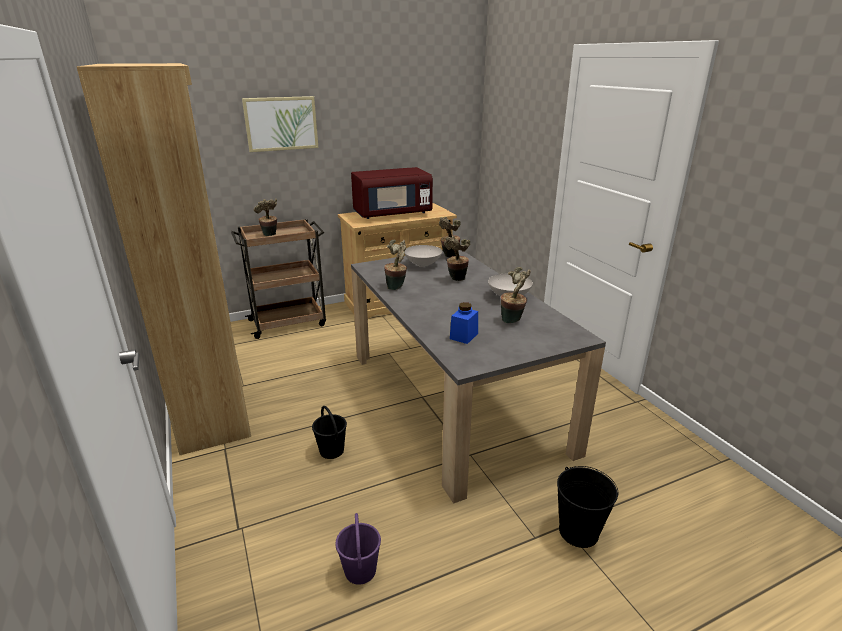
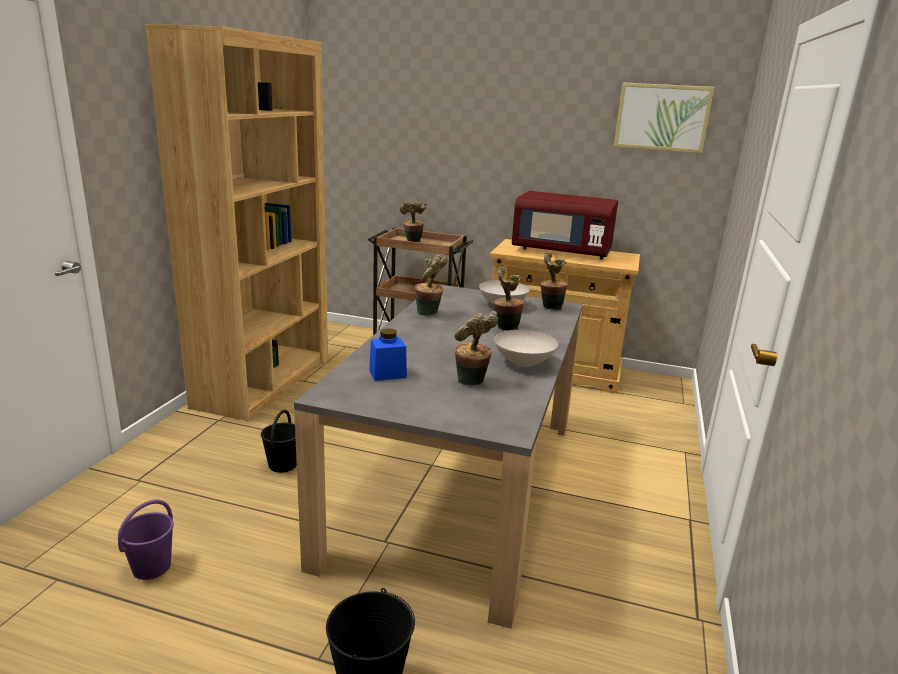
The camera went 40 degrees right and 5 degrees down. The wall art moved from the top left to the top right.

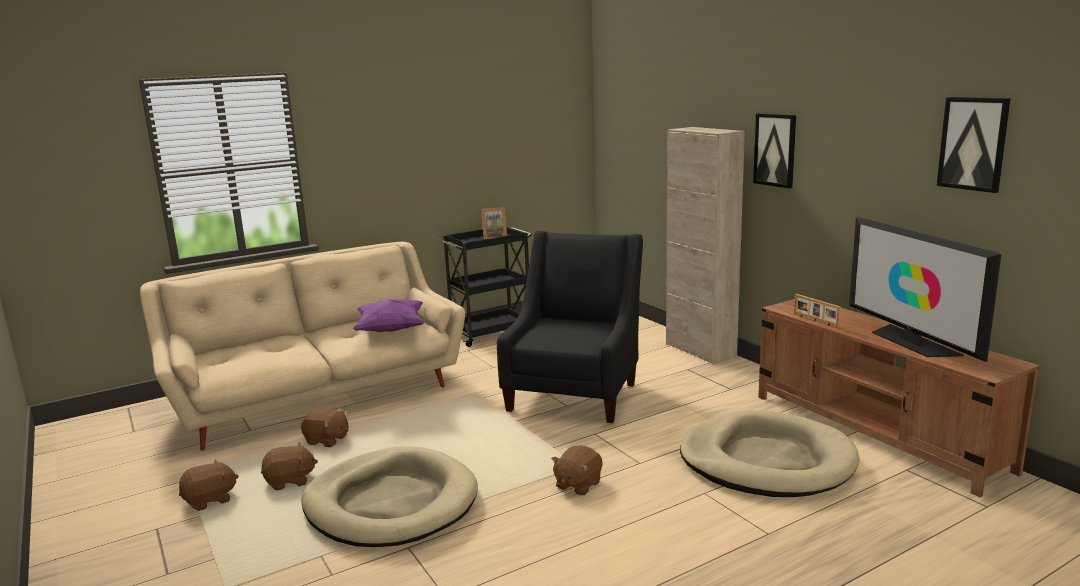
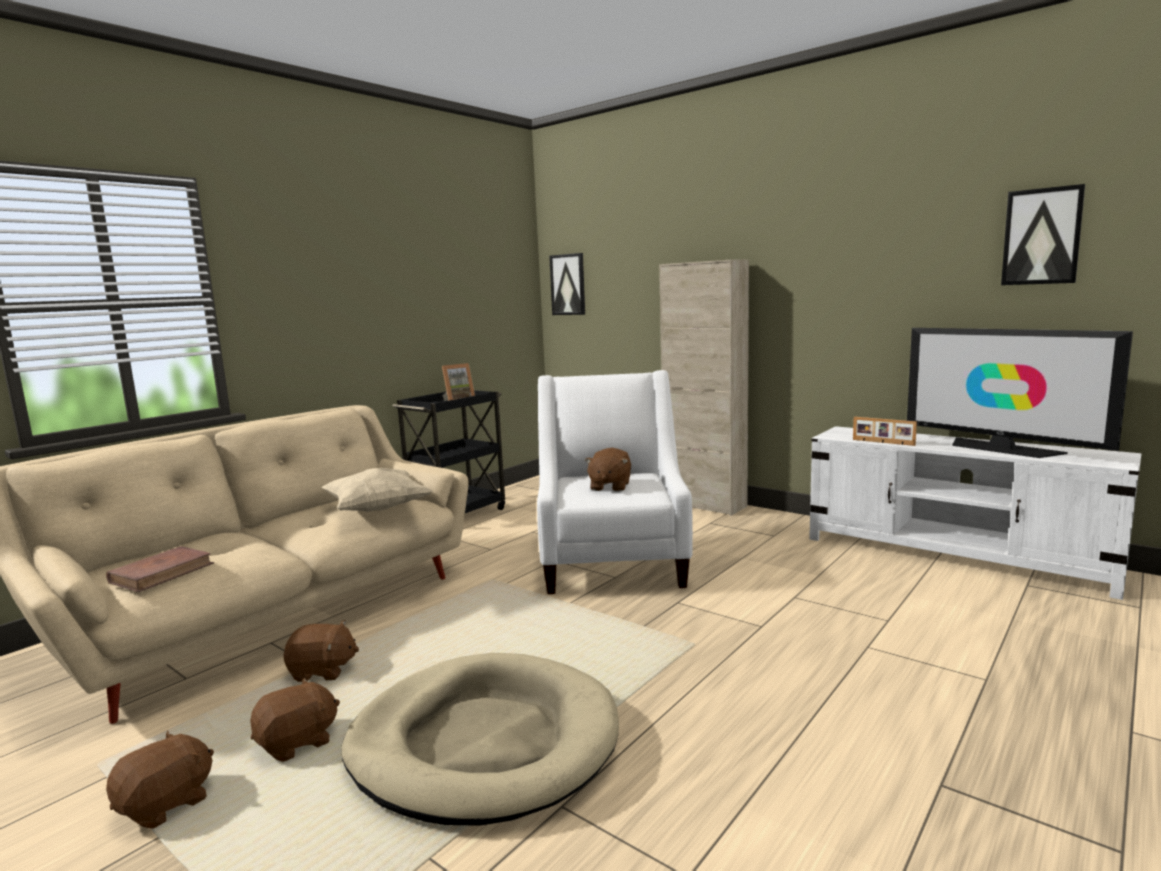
The camera went 20 degrees left and 5 degrees down. The brown bound book at the middle left appeared. The purple-coloured cushion at the centre became the sand-coloured cushion at the middle left. The blackish lounge chair at the centre became the whitish lounge chair at the centre. The wall art (1st from left) moved from the top right to the top centre. The brown cuddly toy (4th from left) moved from the bottom centre to the centre. The brown tv stand at the bottom right became the whitish tv stand at the middle right. The sand-coloured pet bed (2nd from left) at the bottom right disappeared.

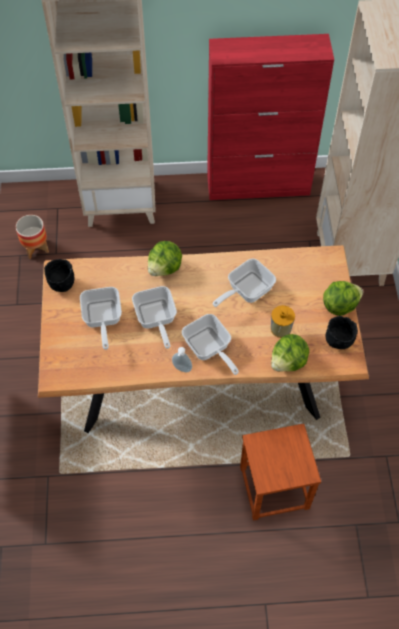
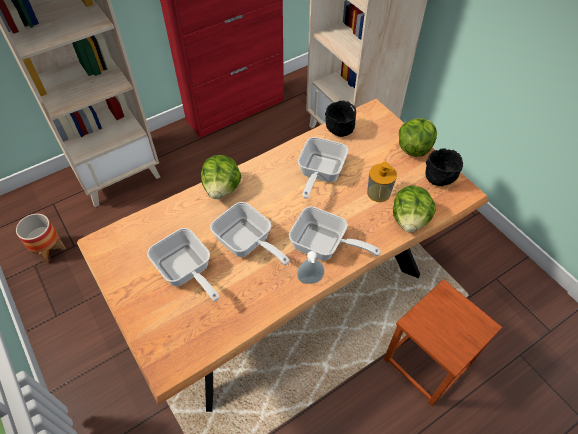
The camera went 30 degrees left and 5 degrees down. The blackish deep dish (1st from left) moved from the middle left to the top centre.

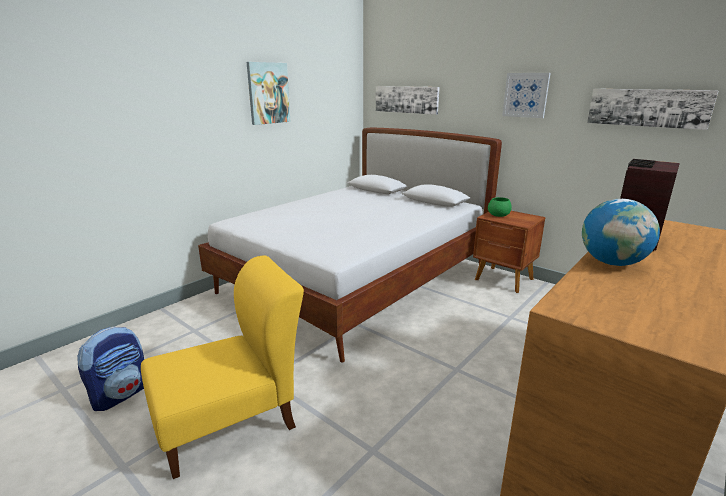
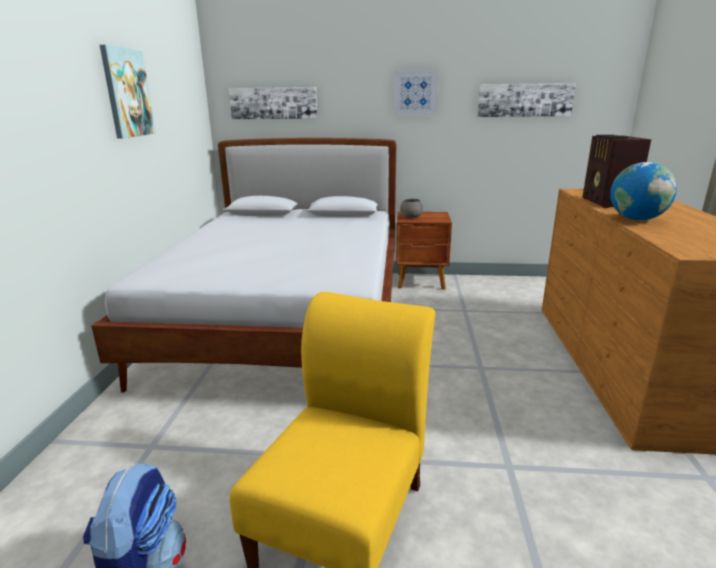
The camera went 35 degrees left and 0 degrees up. The green deep dish at the middle right became the grey deep dish at the centre.

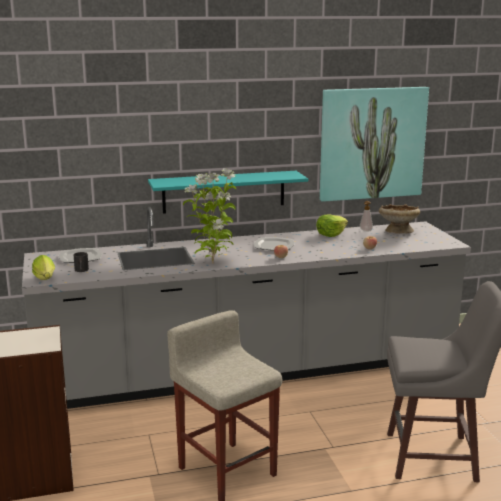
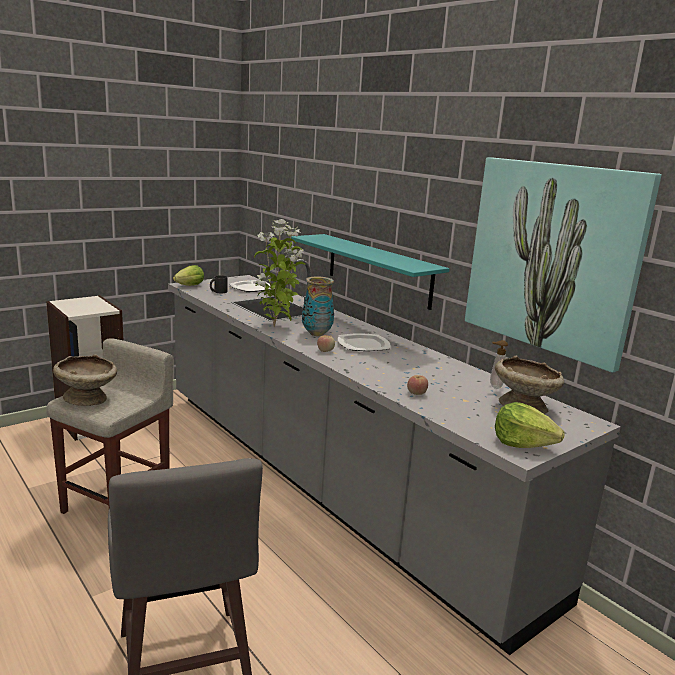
The camera went 65 degrees right and 0 degrees up. The sand-coloured deep dish (1st from left) at the middle left appeared. The vase at the centre appeared. The lettuce (2nd from left) moved from the centre to the middle right.

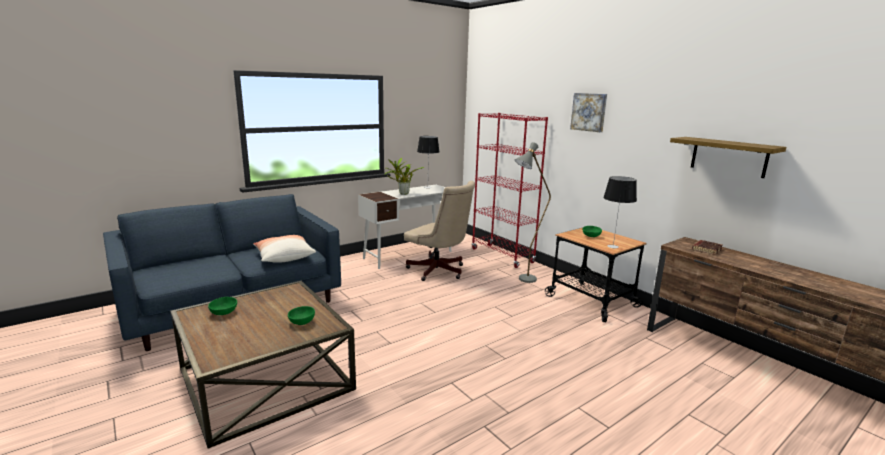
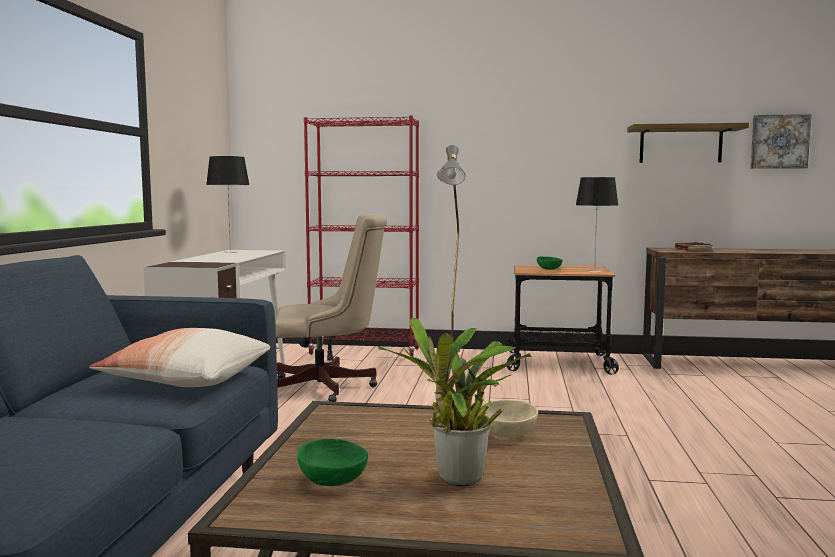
The camera went 45 degrees left and 10 degrees down. The plant in a pot moved from the centre to the bottom centre. The green deep dish (2nd from left) at the bottom centre became the sand-coloured deep dish at the bottom centre. The wall art moved from the top centre to the top right.

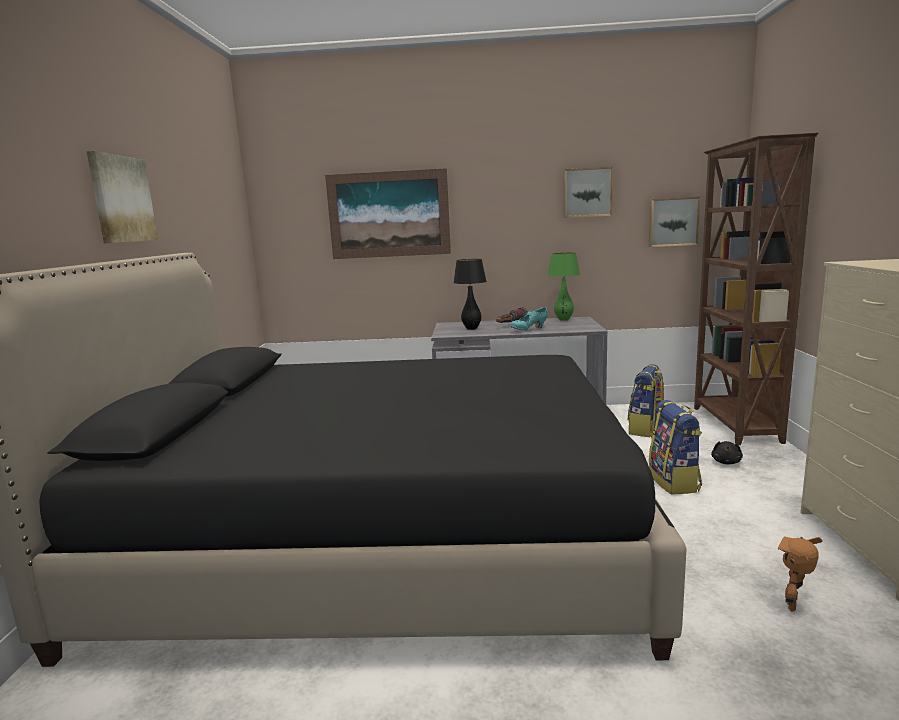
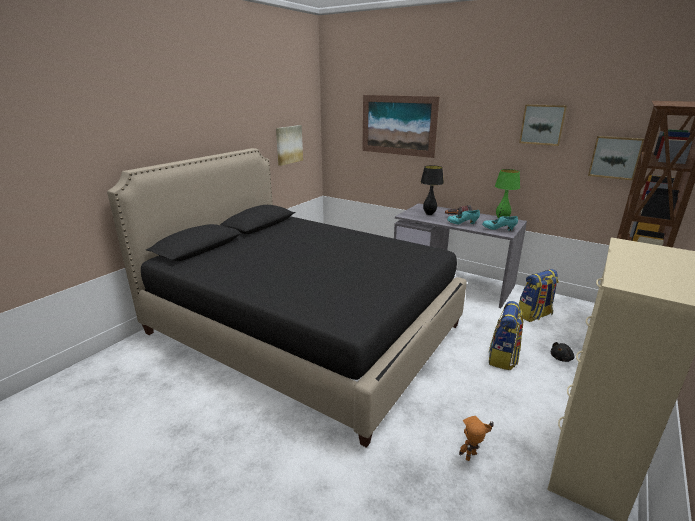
The camera went 30 degrees right and 10 degrees up. The wall art (1st from left) moved from the top left to the top centre. The blue-green shoe (2nd from left) at the middle right appeared.

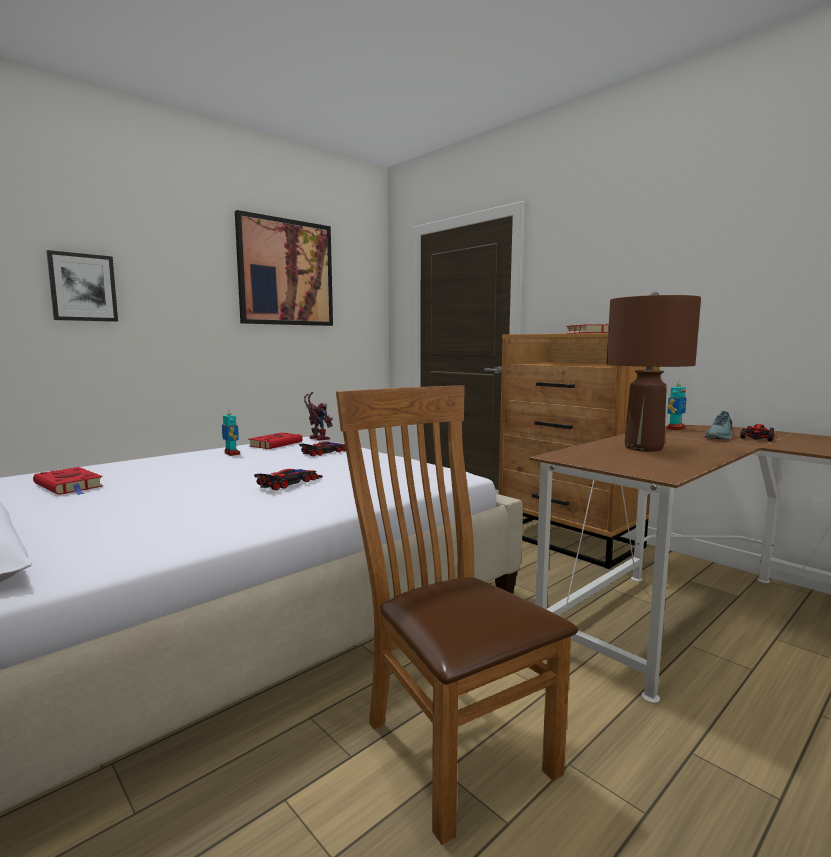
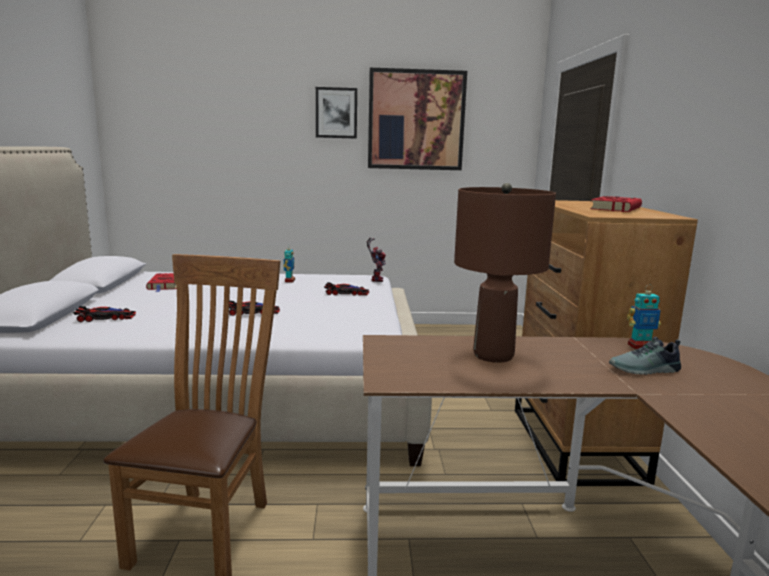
The camera went 40 degrees right and 5 degrees up. The miniature car (3rd from left in the first image) moved from the middle right to the middle left. The wall art (1st from left) moved from the middle left to the top centre. The reddish bound book (2nd from left) at the middle left disappeared.

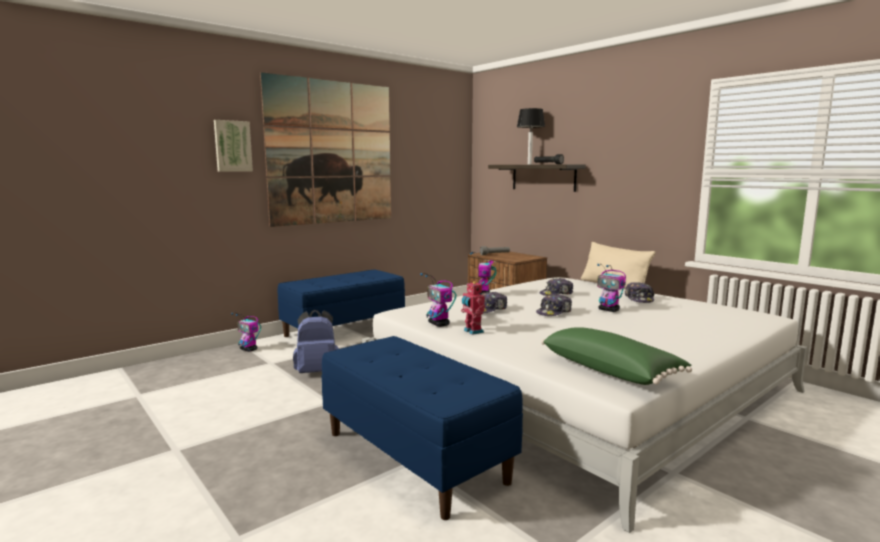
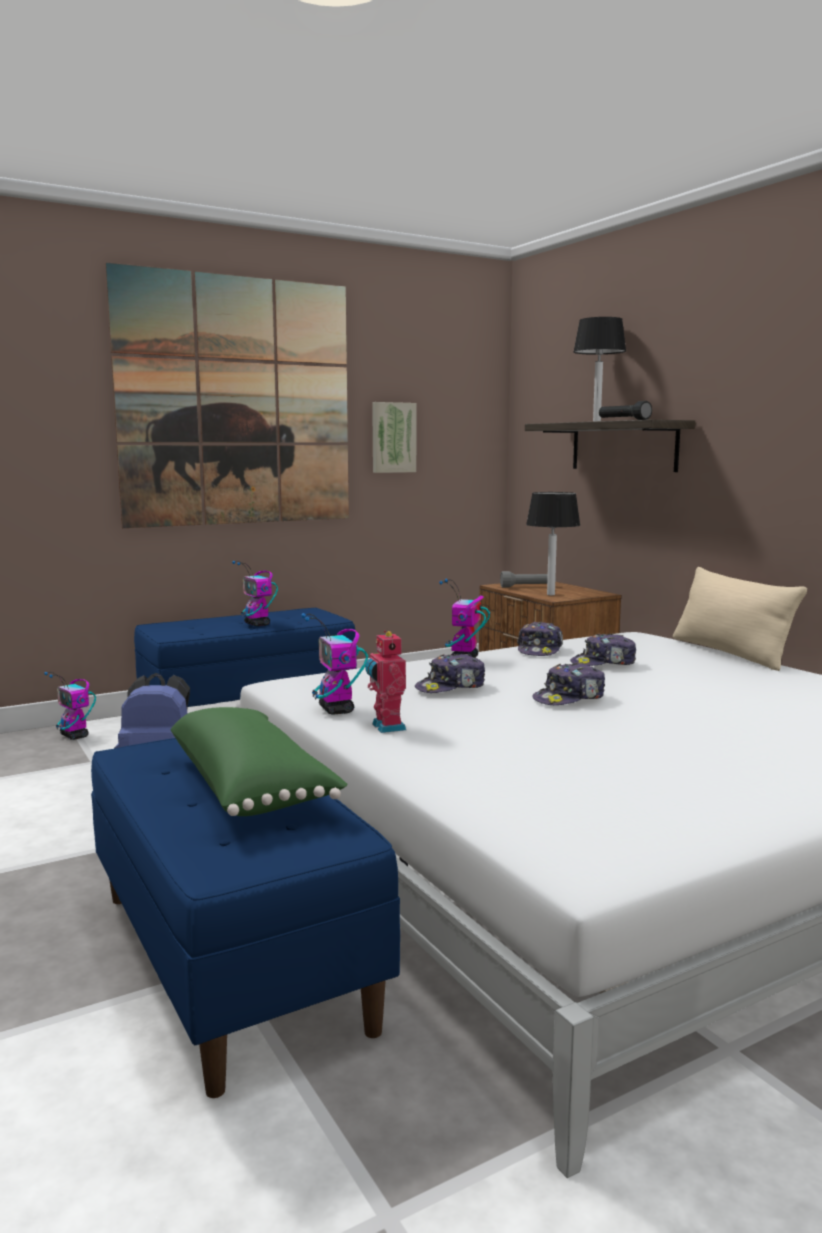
The camera went 10 degrees right and 0 degrees up. The green cushion moved from the middle right to the middle left. The toy robot (5th from left in the first image) moved from the middle right to the middle left. The wall art (1st from left in the first image) moved from the top left to the centre. The cap (4th from left in the first image) moved from the middle right to the centre. The tabletop lamp (1st from left) at the middle right appeared.

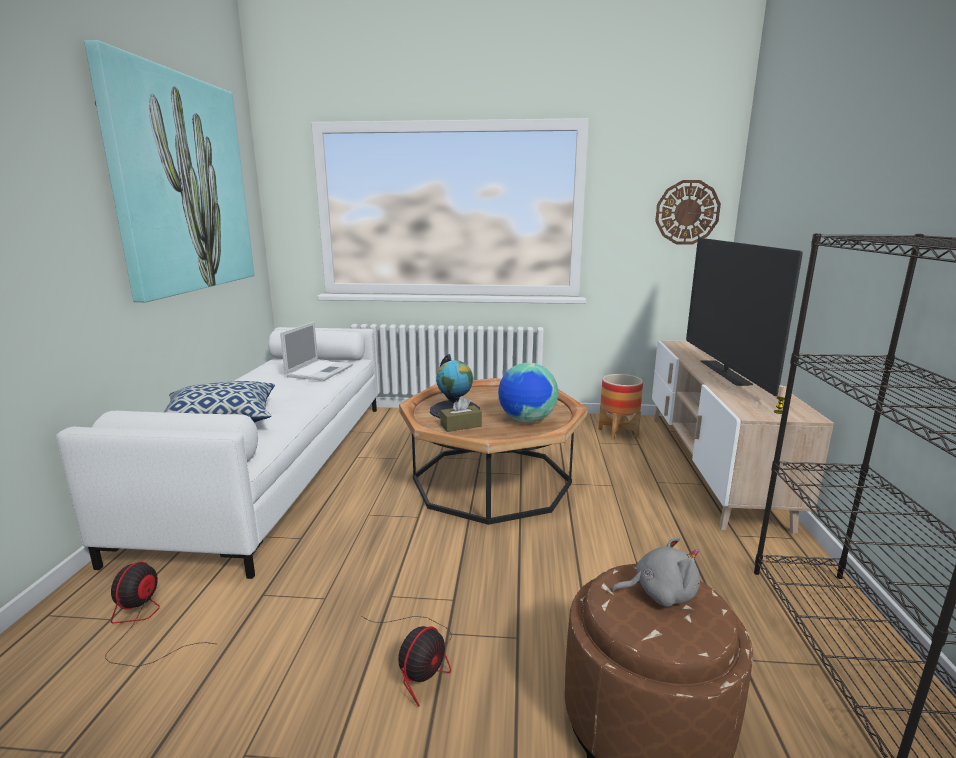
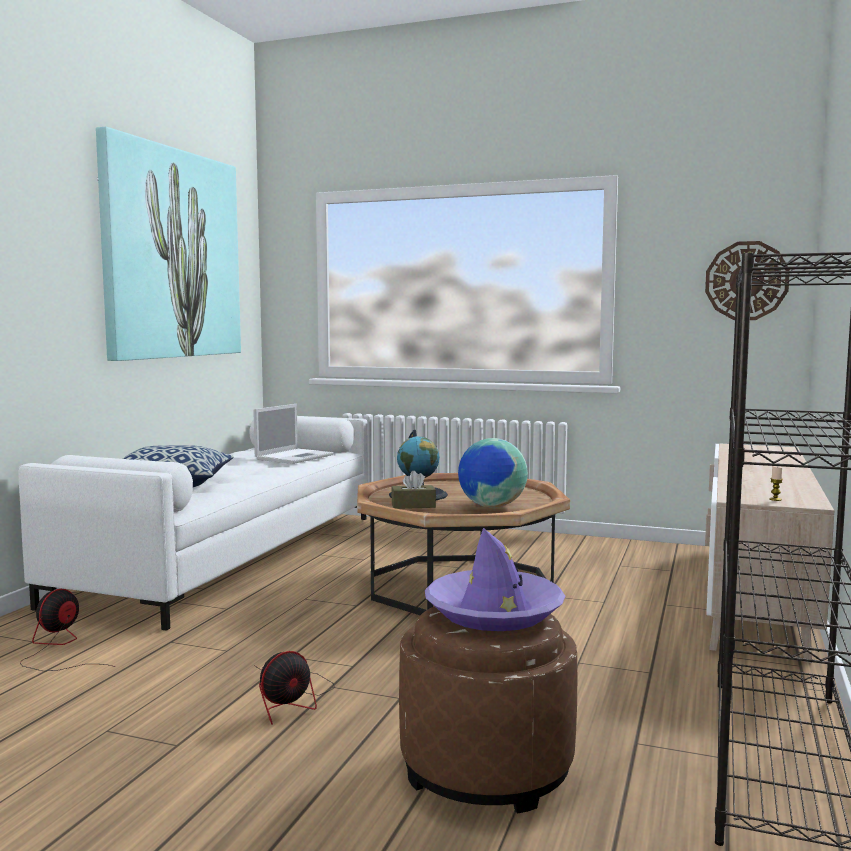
The camera went 15 degrees right and 10 degrees down. The grey cuddly toy at the bottom right was replaced by the purple-coloured wearable hat at the bottom centre. The flower pot at the centre disappeared. The TV set at the middle right disappeared.

